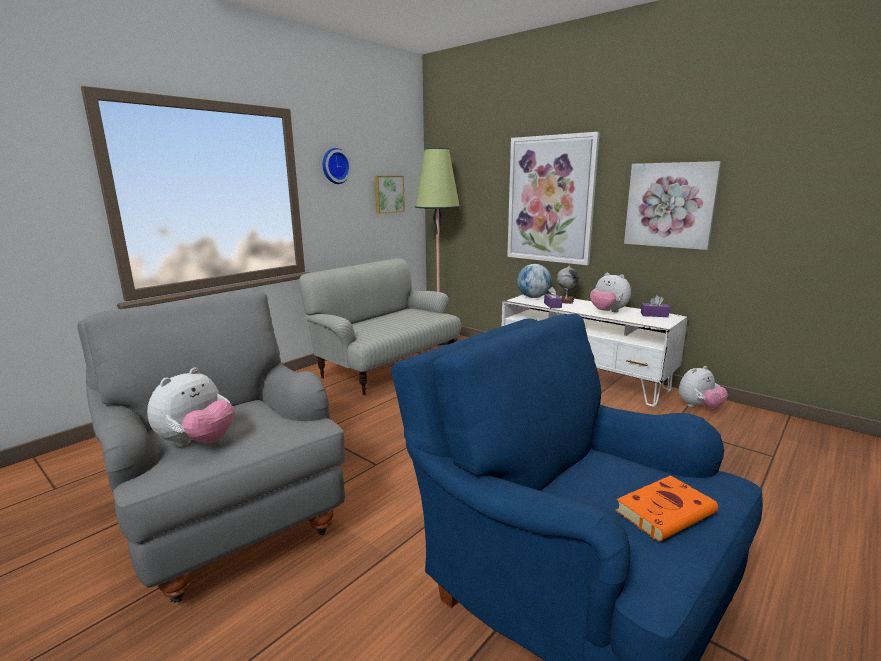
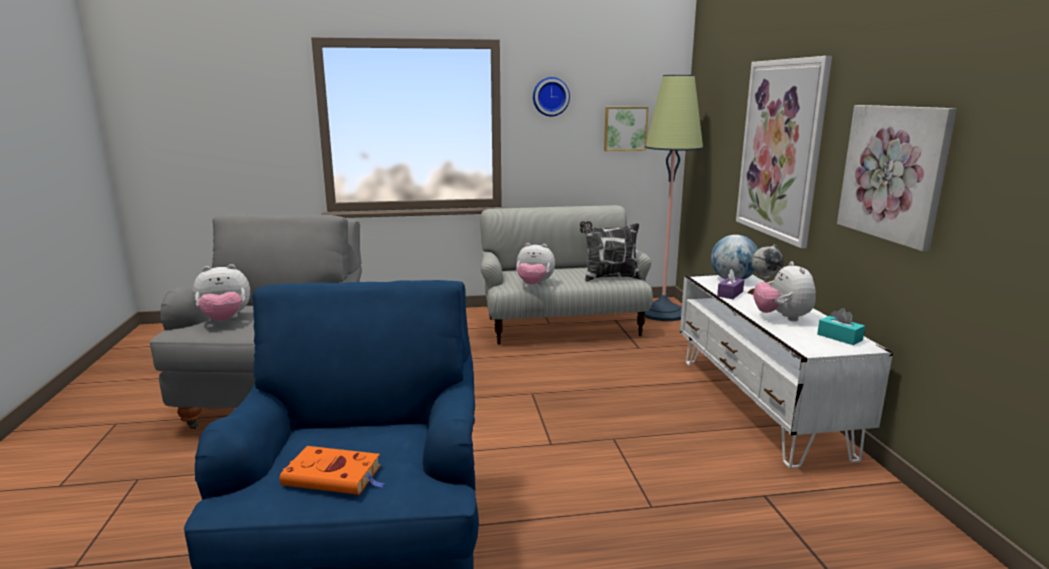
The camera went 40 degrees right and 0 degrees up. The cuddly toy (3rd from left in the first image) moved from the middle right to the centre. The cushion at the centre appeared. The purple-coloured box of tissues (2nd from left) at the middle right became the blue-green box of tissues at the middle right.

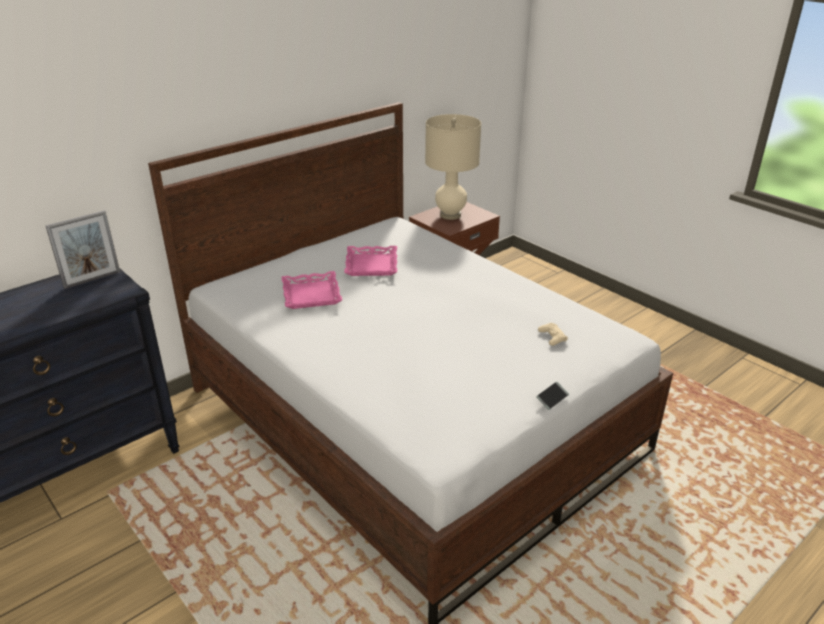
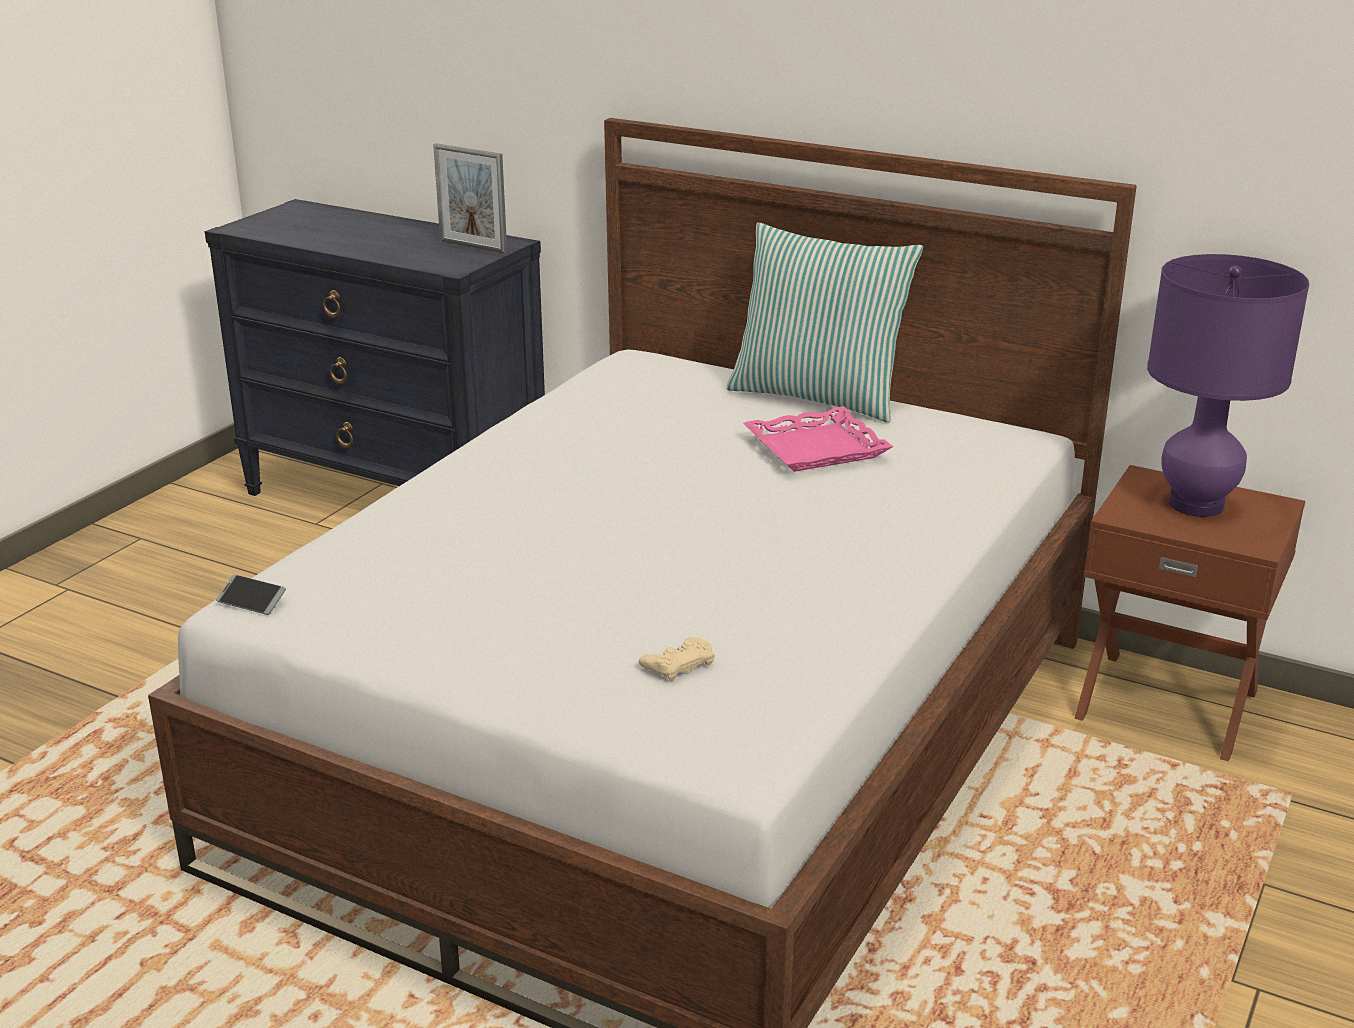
The camera went 70 degrees right and 5 degrees down. The telephone moved from the middle right to the middle left. The cushion at the top centre appeared. The sand-coloured tabletop lamp at the top centre became the purple-coloured tabletop lamp at the middle right. The pink tray (1st from left) at the centre disappeared.

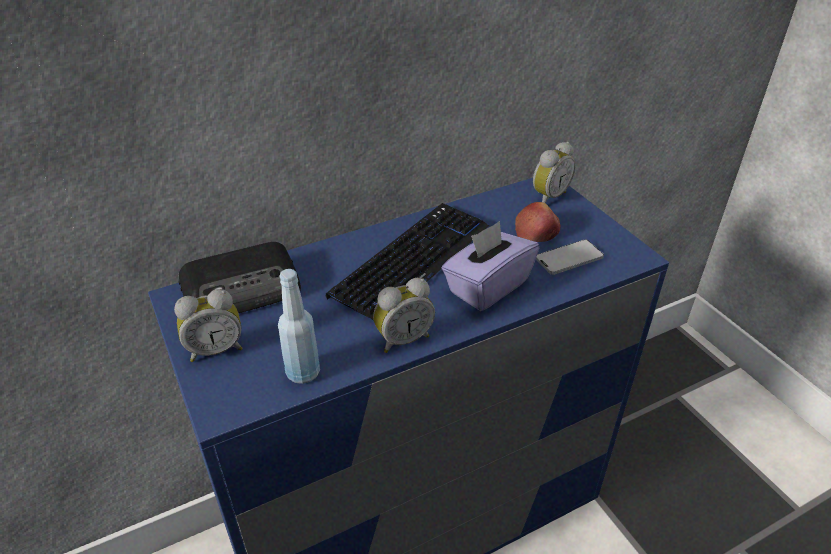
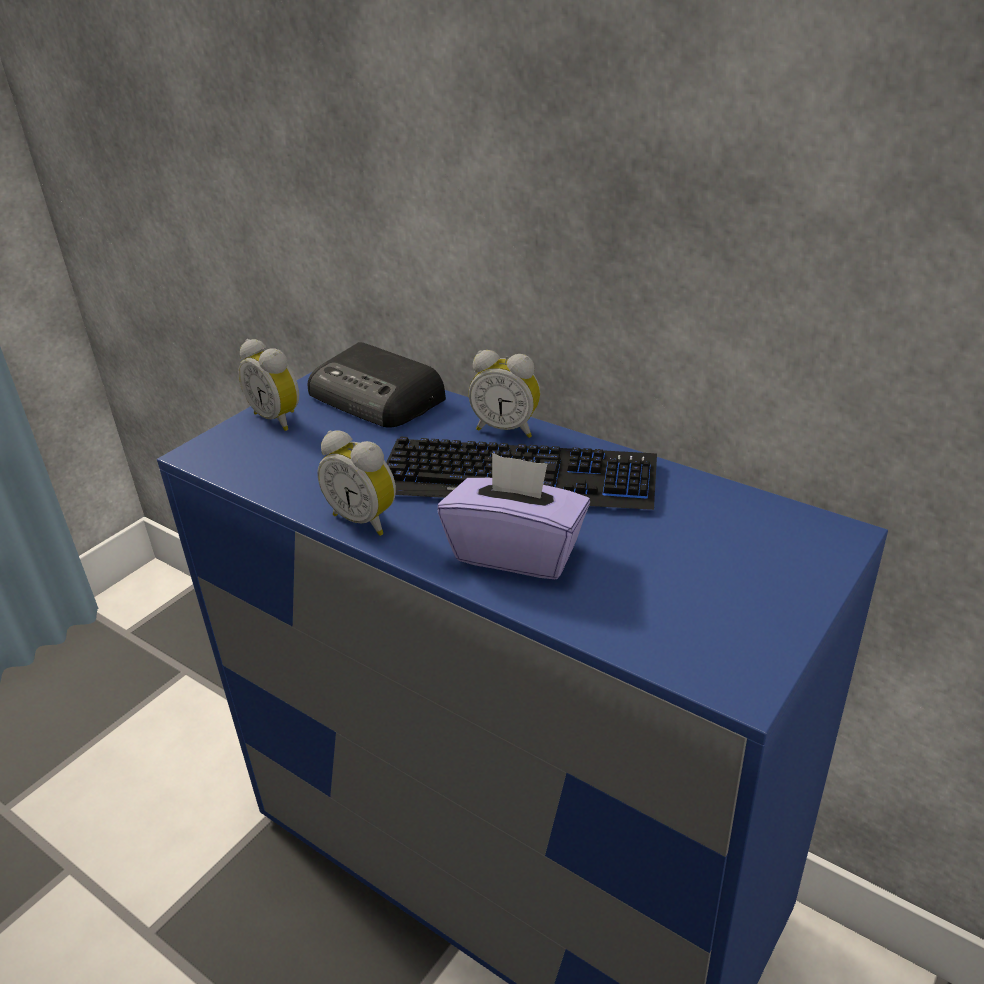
The camera went 65 degrees right and 5 degrees down. The alarm clock (3rd from left) moved from the top right to the centre. The blue-coloured beverage bottle at the centre disappeared. The apple at the centre disappeared. The telephone at the middle right disappeared.

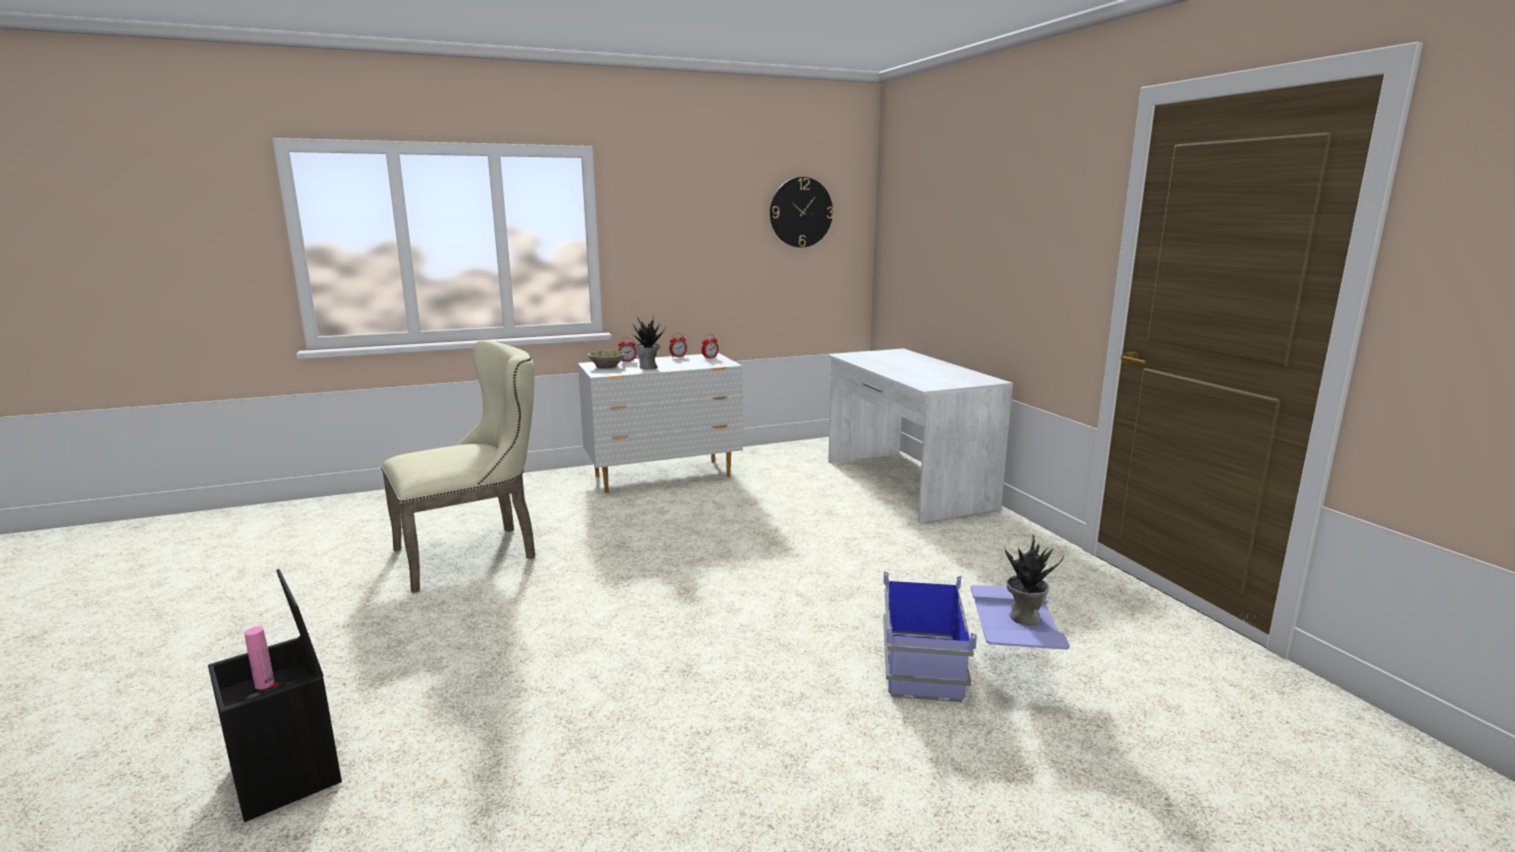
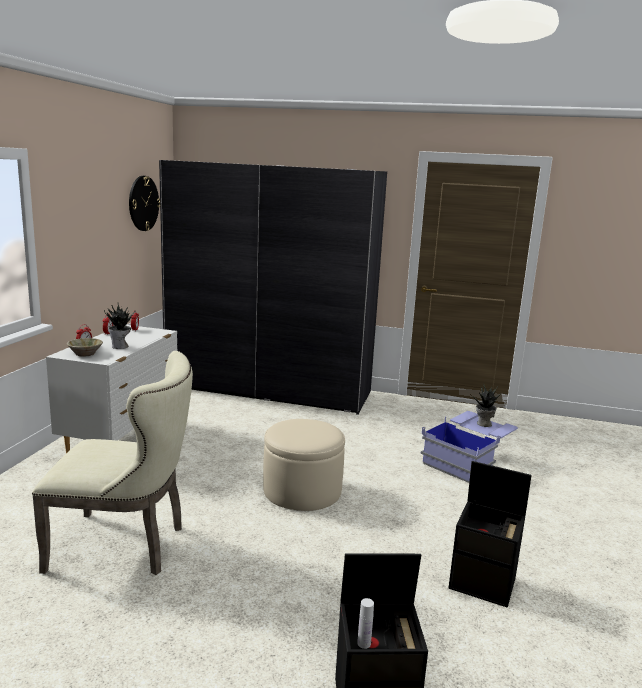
The camera went 55 degrees left and 0 degrees up. The sand-coloured upright chair at the middle left turned 90 degrees clockwise. The whitish desk unit at the centre was replaced by the grey wardrobe at the centre. The sand-coloured ottoman at the bottom centre appeared. The pink beverage bottle at the bottom left became the whitish beverage bottle at the bottom centre. The blackish storage container (2nd from left) at the bottom right appeared.

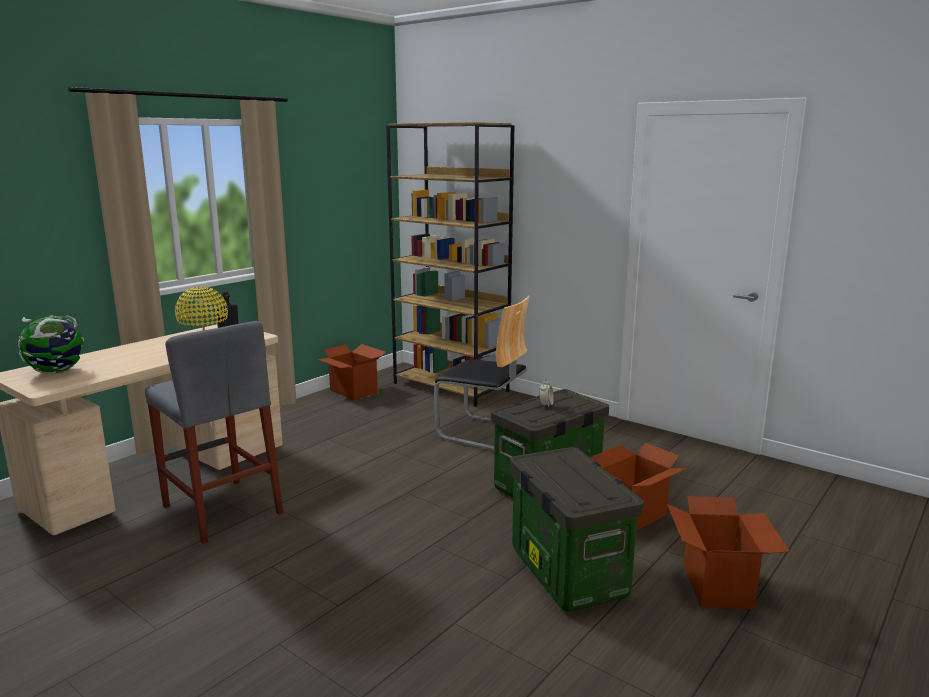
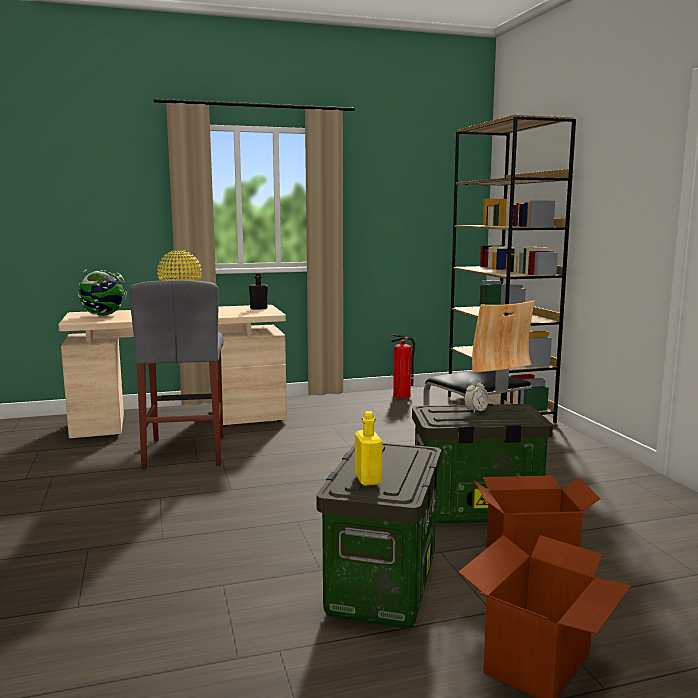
The camera went 35 degrees right and 5 degrees down. The yellow beverage bottle at the centre appeared. The packing box (1st from left) at the centre was replaced by the fire extinguisher at the centre.

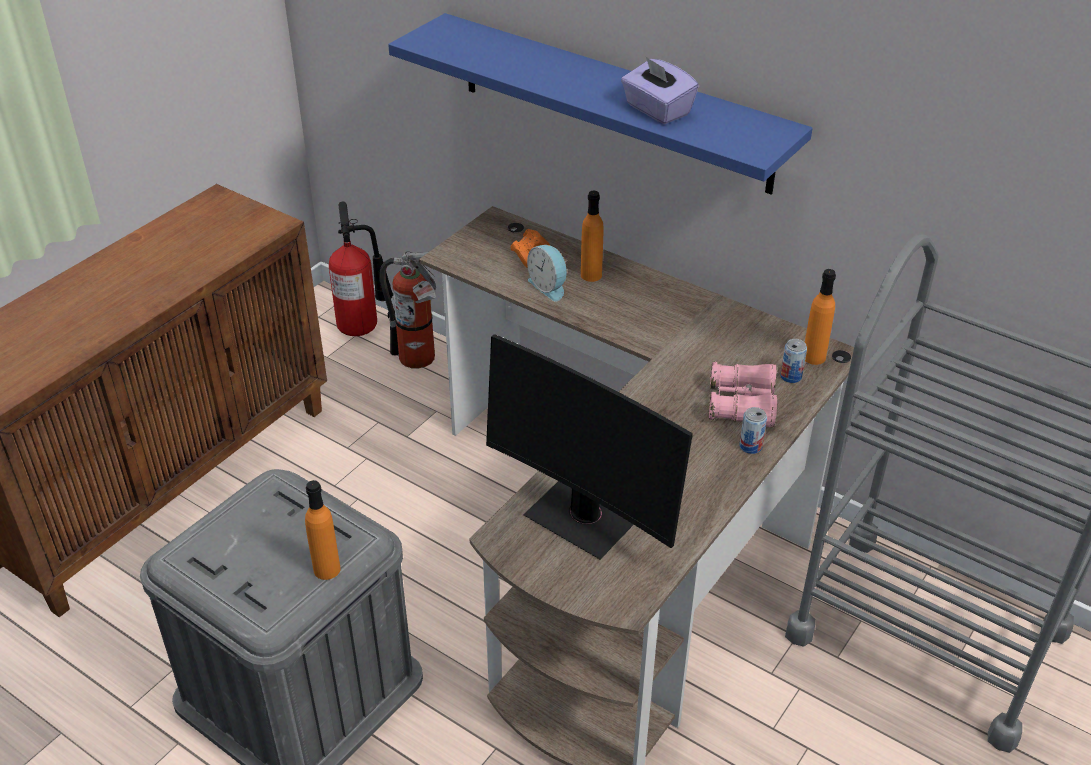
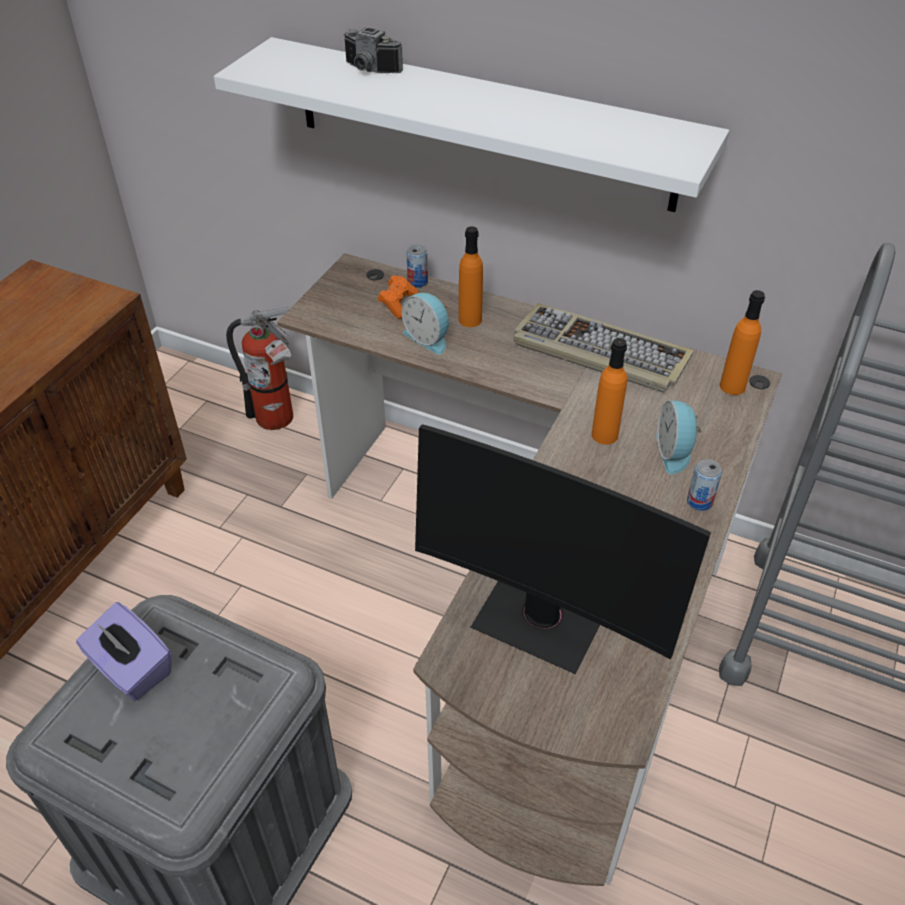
The camera went 10 degrees left and 5 degrees up. The purple-coloured box of tissues moved from the top centre to the bottom left. The blue-coloured wall shelf at the top centre became the whitish wall shelf at the top centre. The still camera at the top centre appeared. The sealed can (2nd from left in the first image) moved from the middle right to the top centre. The computer keyboard at the centre appeared. The orange-coloured beverage bottle (1st from left in the first image) moved from the bottom left to the middle right. The pink binoculars at the middle right was replaced by the alarm clock (2nd from left) at the middle right. The fire extinguisher (1st from left) at the middle left disappeared.

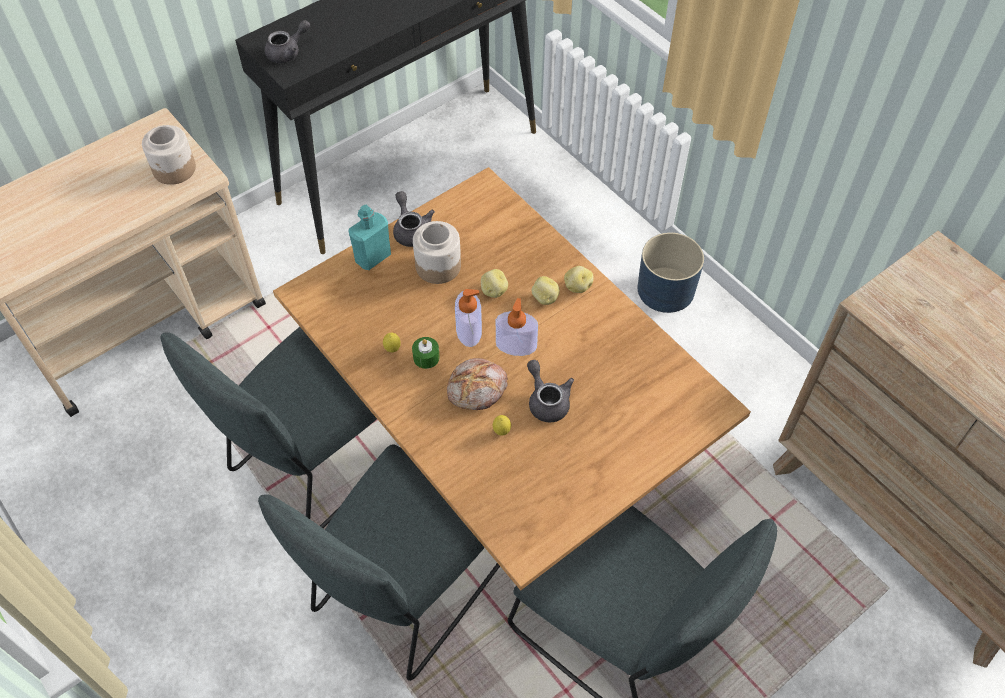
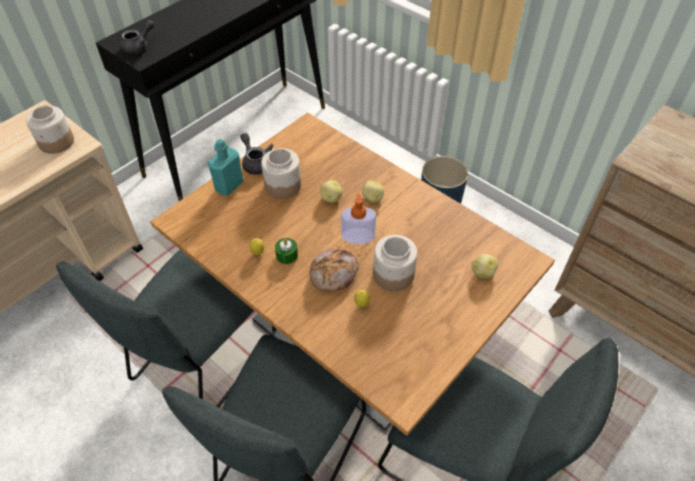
The camera went 10 degrees left and 5 degrees down. The grey pot for tea (3rd from left) at the centre was replaced by the jar (3rd from left) at the centre. The potato (3rd from left) moved from the centre to the middle right. The soap bottle (1st from left) at the centre disappeared.

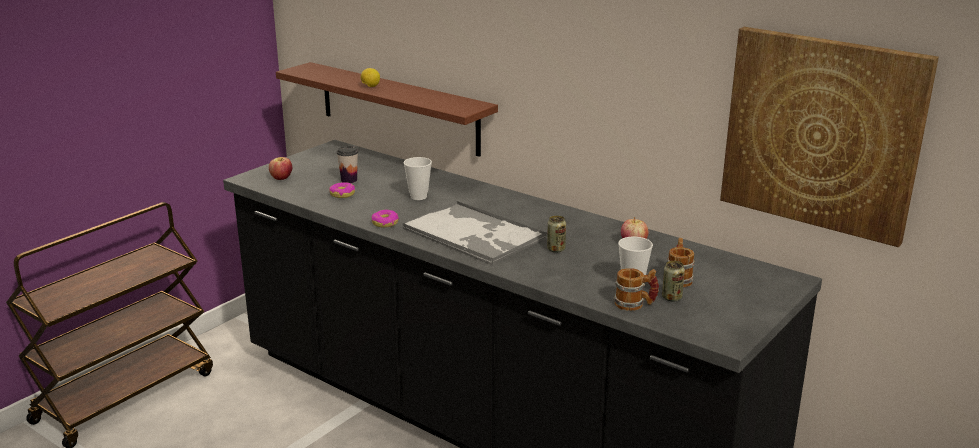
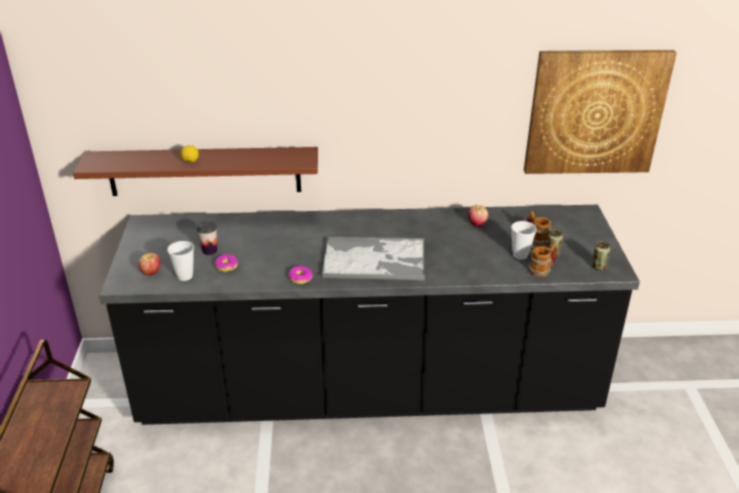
The camera went 40 degrees left and 10 degrees up. The drinking cup (2nd from left in the first image) moved from the centre to the middle left. The sealed can (1st from left in the first image) moved from the centre to the middle right.

